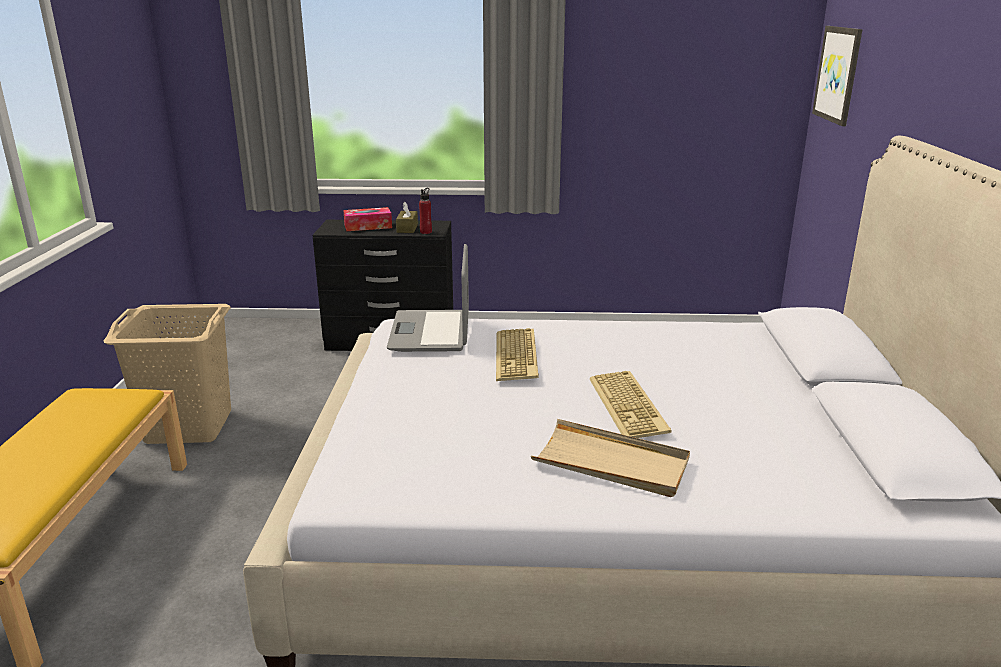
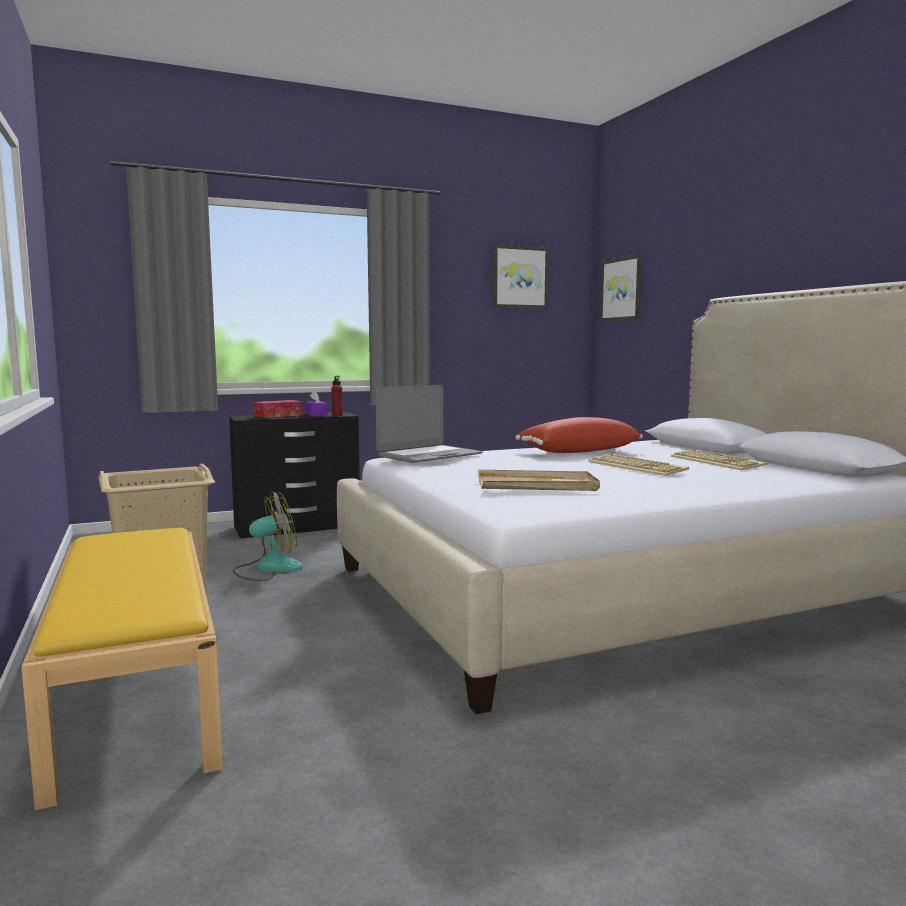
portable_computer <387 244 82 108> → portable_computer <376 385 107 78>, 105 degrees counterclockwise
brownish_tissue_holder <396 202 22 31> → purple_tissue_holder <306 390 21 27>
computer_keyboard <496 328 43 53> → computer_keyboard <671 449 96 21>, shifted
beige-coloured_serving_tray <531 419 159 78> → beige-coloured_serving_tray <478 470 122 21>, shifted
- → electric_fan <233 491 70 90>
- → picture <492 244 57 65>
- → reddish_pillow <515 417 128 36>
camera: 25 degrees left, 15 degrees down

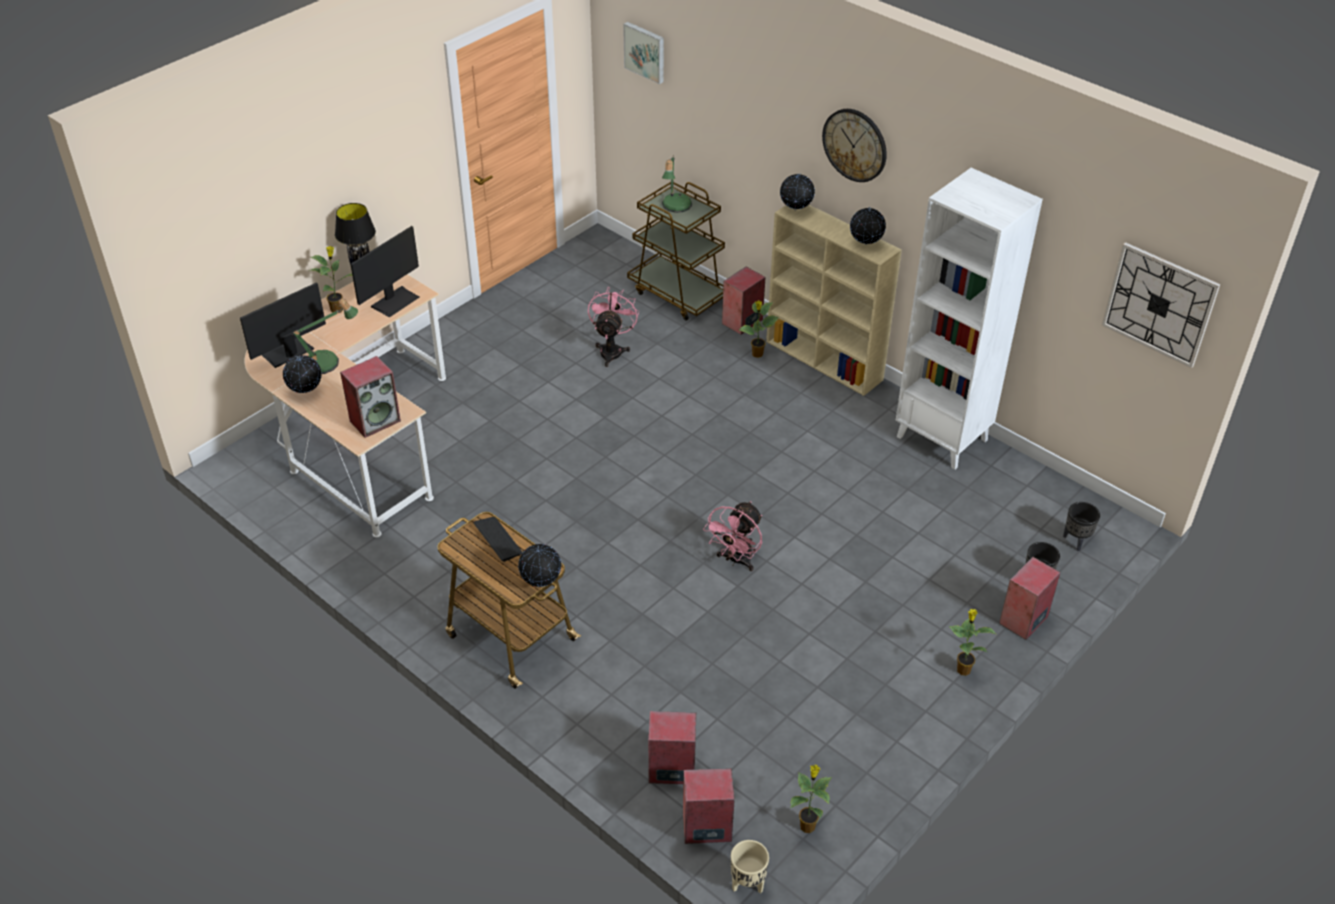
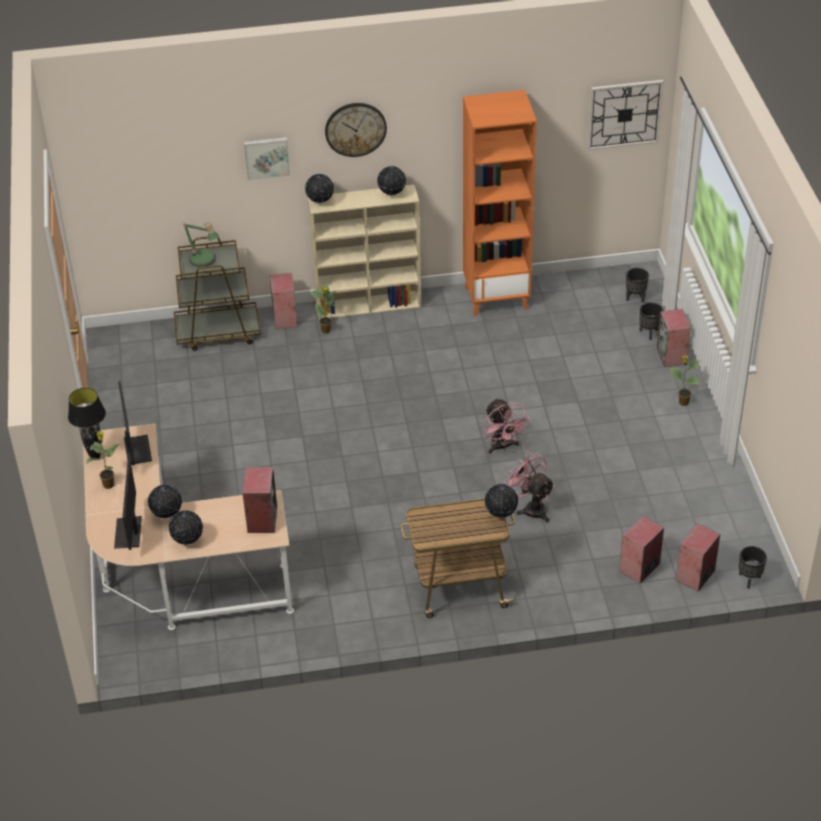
table_lamp <291 299 67 75> → globe <148 485 34 33>
computer_keyboard <474 517 49 45> → -
pinkish_electric_fan <588 288 51 79> → pinkish_electric_fan <504 451 51 71>, shifted
picture <623 22 41 62> → picture <244 137 46 43>, shifted
beige-coloured_plant_pot <731 840 38 53> → blackish_plant_pot <739 546 28 43>
plant_in_a_pot <790 765 42 68> → -
white-coloured_bookcase <895 168 148 301> → orange-coloured_bookcase <463 90 74 226>
camera: 50 degrees left, 0 degrees up

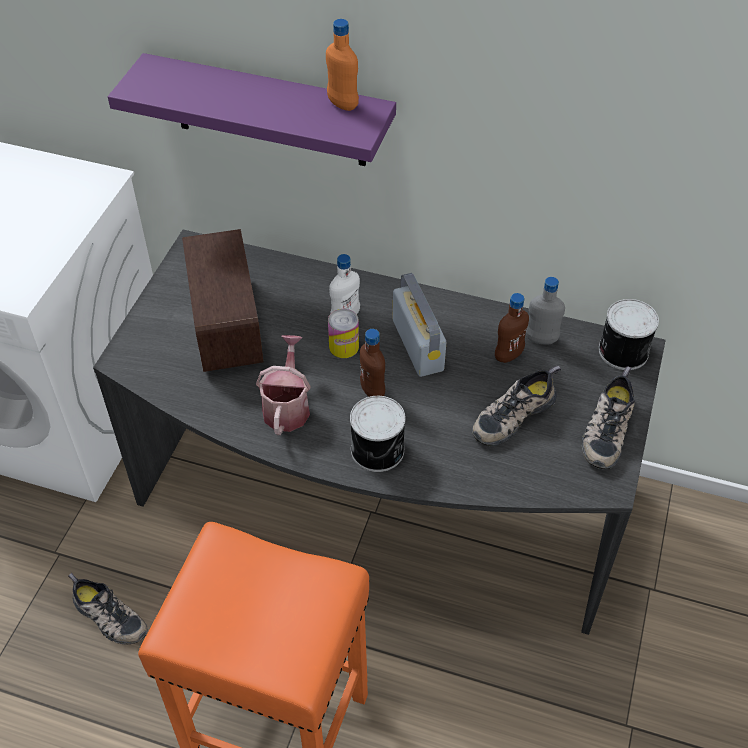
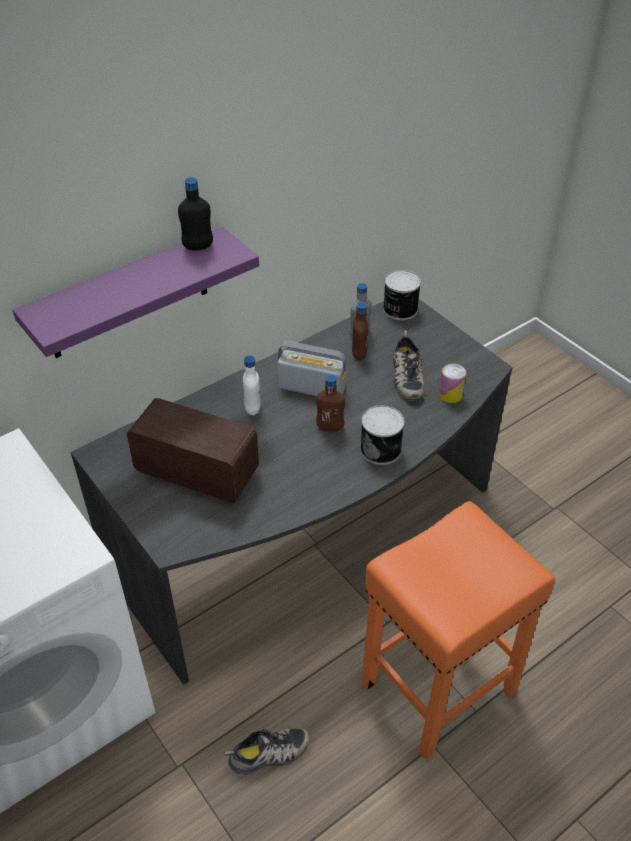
watering_pot <256 335 55 100> → -
orange-coloured_bottle <326 19 33 92> → blackish_bottle <178 177 35 73>
sealed_can <328 309 31 49> → sealed_can <439 364 27 39>, shifted
shoe <582 366 53 103> → -
camera: 55 degrees left, 5 degrees down

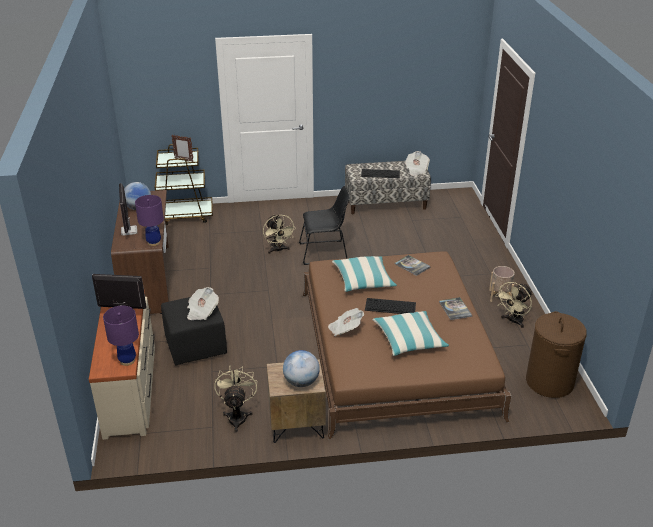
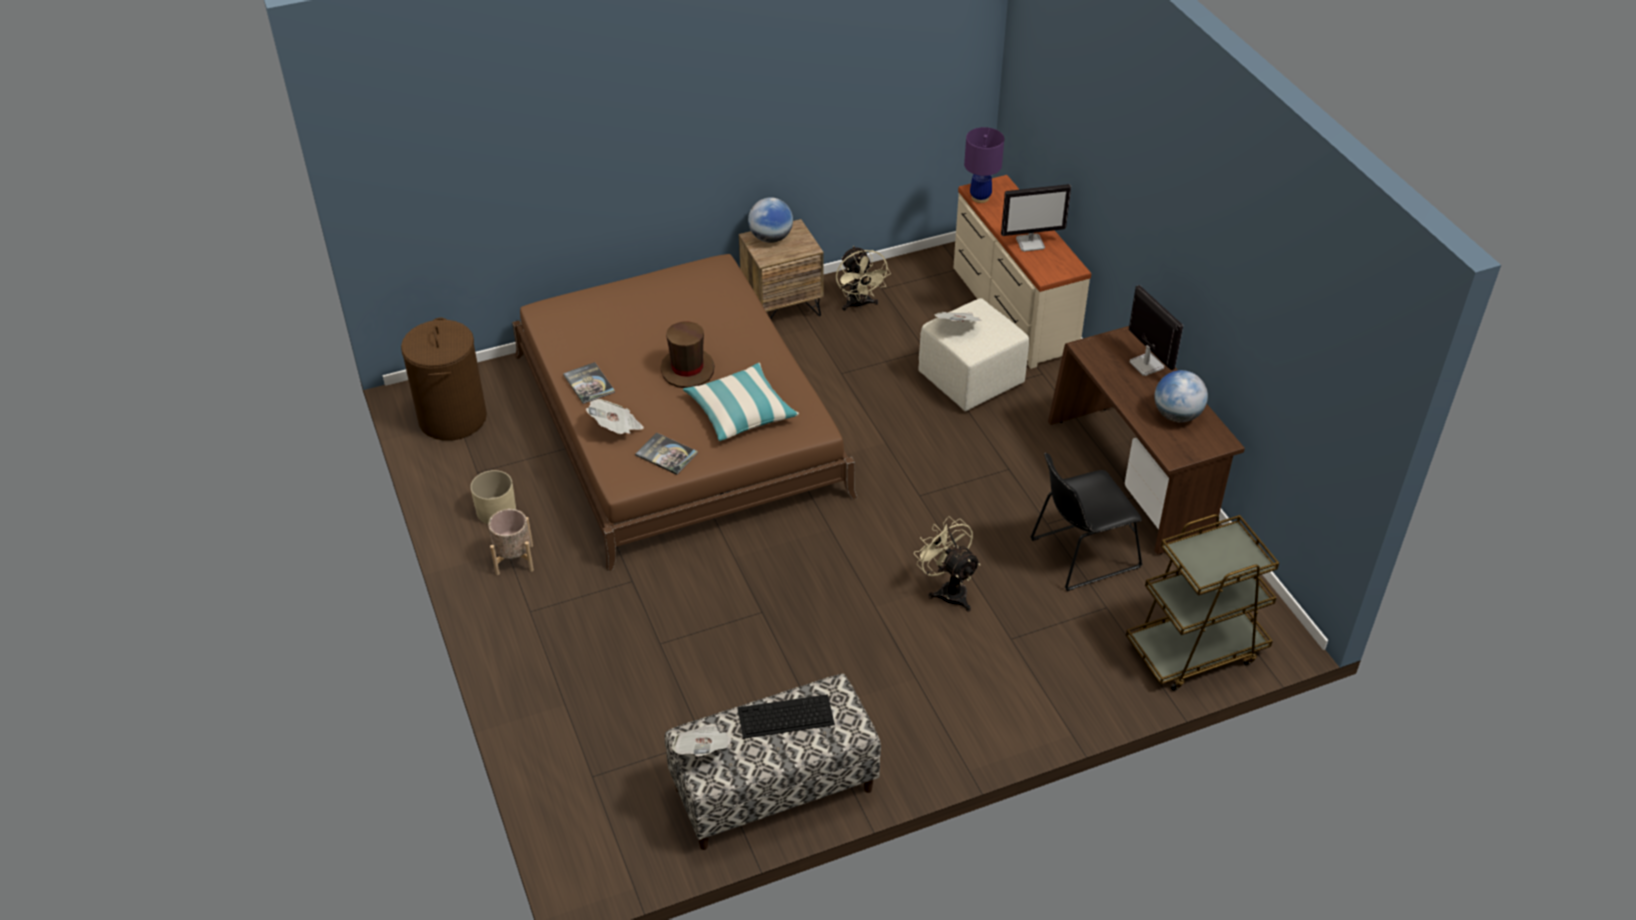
purple_table_lamp <135 195 29 51> → -
blackish_footrest <161 297 66 69> → beige-coloured_footrest <918 298 111 113>
picture_frame <172 135 21 27> → -
blackish_upright_chair <299 186 51 79> → blackish_upright_chair <1030 453 112 138>, shifted
newspaper <328 308 36 28> → newspaper <586 399 58 35>, shifted
computer_keyboard <365 298 51 16> → brownish_hat <660 321 55 67>
pillow <372 311 77 45> → -
beige-coloured_electric_fan <495 282 38 46> → beige-coloured_plant_pot <470 470 46 54>
camera: 165 degrees right, 10 degrees up

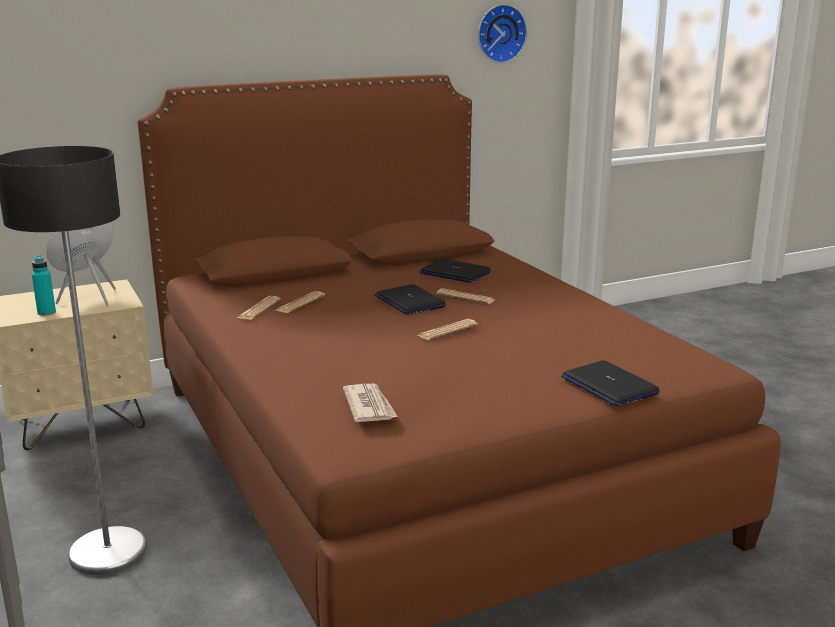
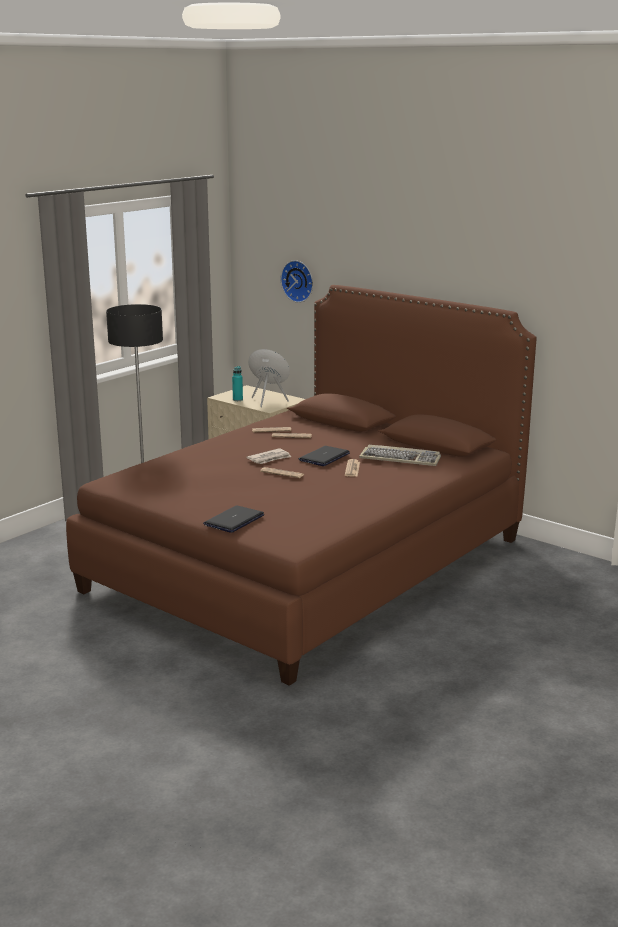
newspaper <343 384 55 38> → newspaper <246 448 45 16>, shifted
portable_computer <420 259 71 24> → computer_keyboard <359 445 82 21>
clock_on_the_wall <478 4 49 59> → clock_on_the_wall <281 260 32 43>, shifted
camera: 65 degrees right, 0 degrees up

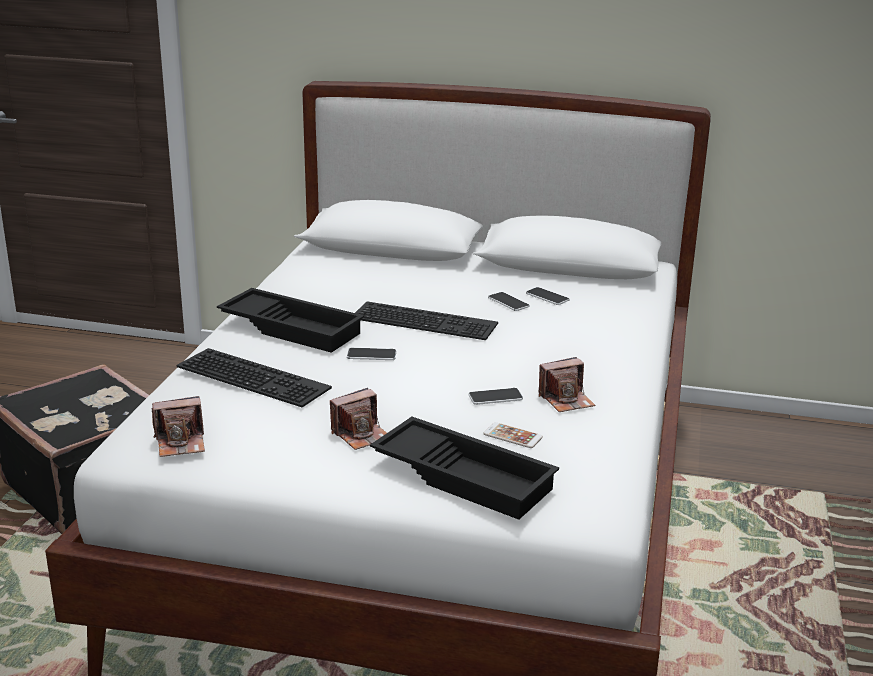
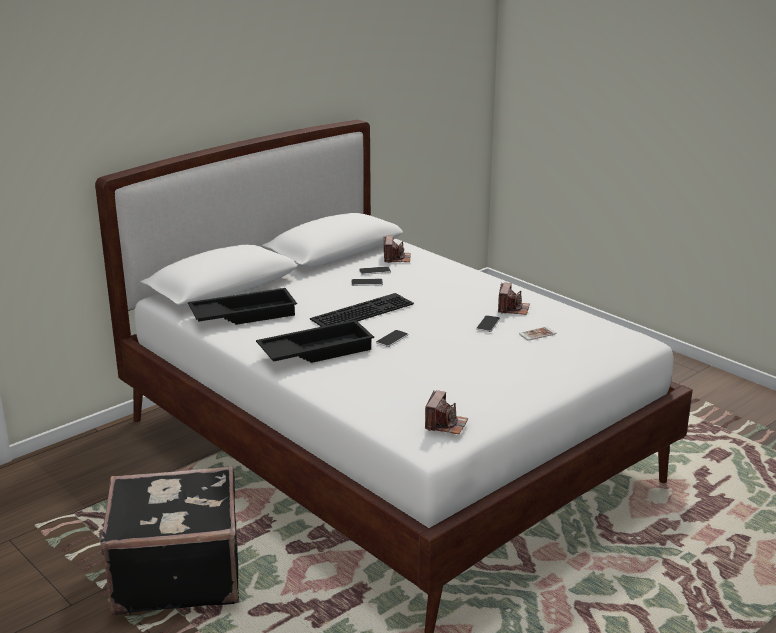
computer_keyboard <177 348 155 59> → -
photo_camera <330 388 57 62> → photo_camera <384 236 27 27>, shifted
blackish_serving_tray <370 417 189 103> → blackish_serving_tray <188 288 109 37>, shifted
camera: 55 degrees left, 0 degrees up

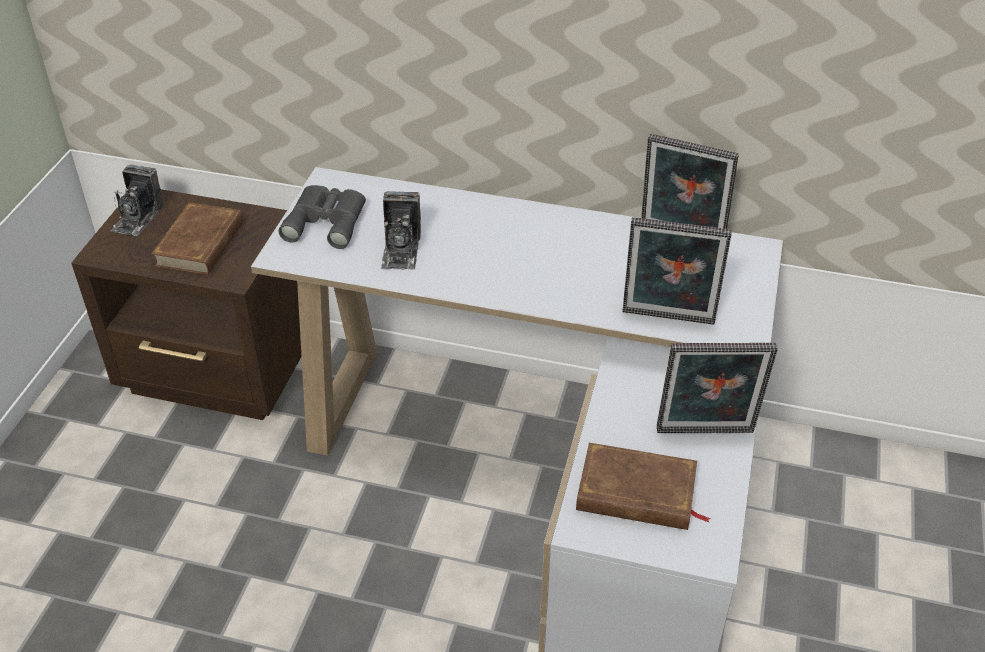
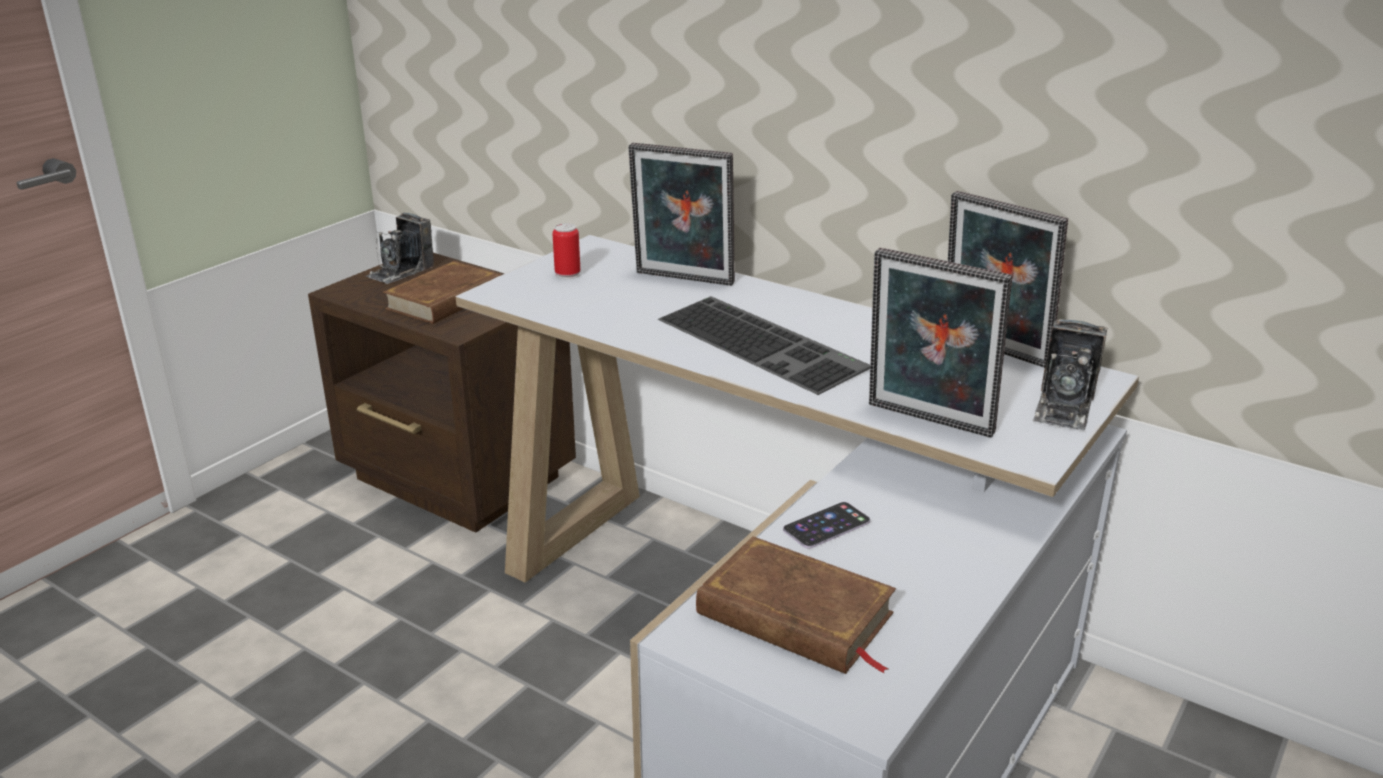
greyish_pair_of_binoculars <279 185 87 64> → sealed_can <552 223 29 56>
photo_camera <381 191 40 79> → photo_camera <1032 319 76 111>, shifted
picture_frame <657 343 120 90> → picture_frame <628 143 107 143>, shifted
- → computer_keyboard <658 296 212 99>
- → handset <783 502 87 47>
camera: 20 degrees right, 15 degrees down

